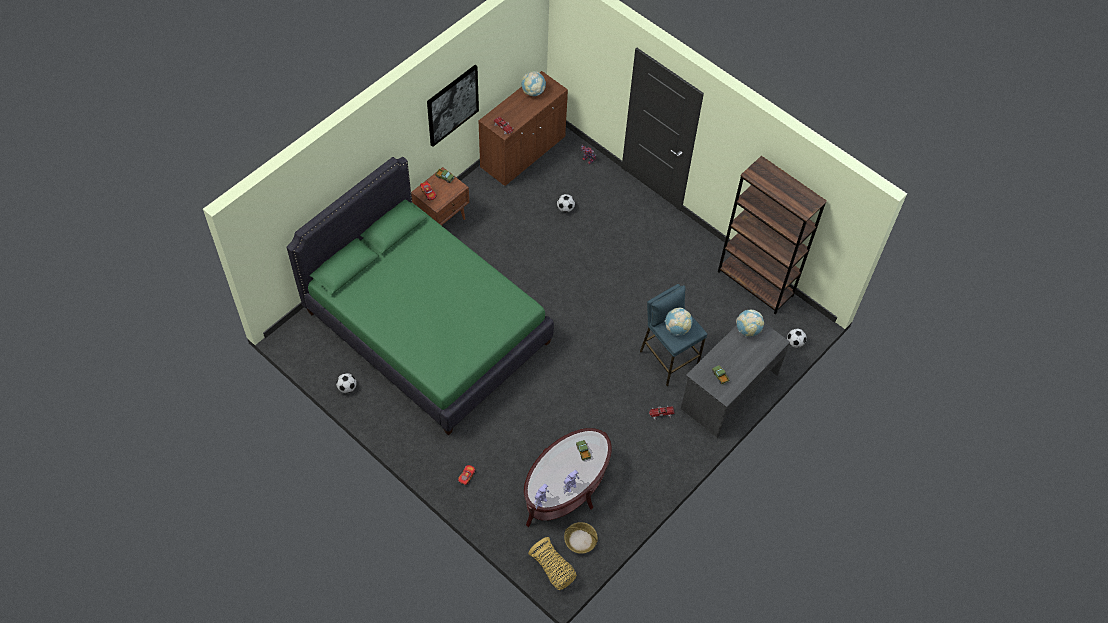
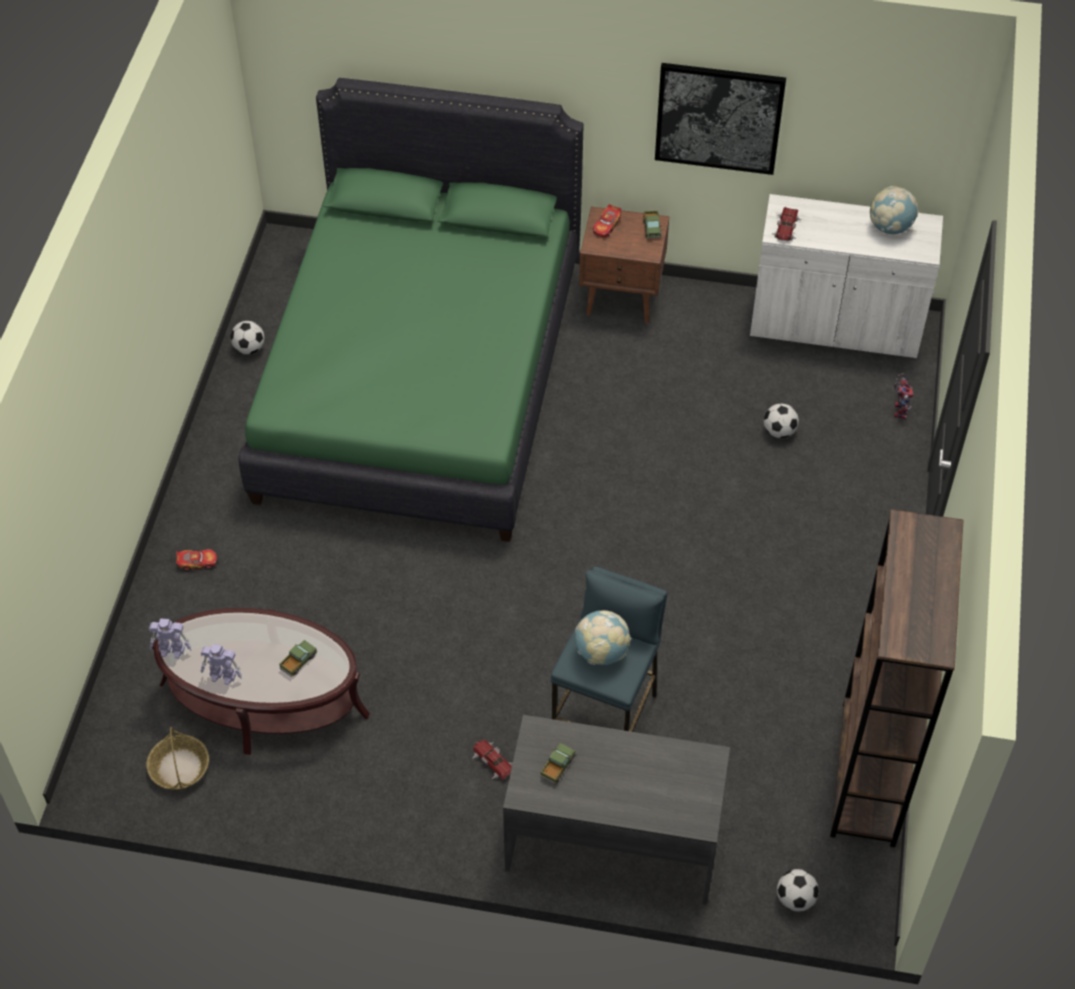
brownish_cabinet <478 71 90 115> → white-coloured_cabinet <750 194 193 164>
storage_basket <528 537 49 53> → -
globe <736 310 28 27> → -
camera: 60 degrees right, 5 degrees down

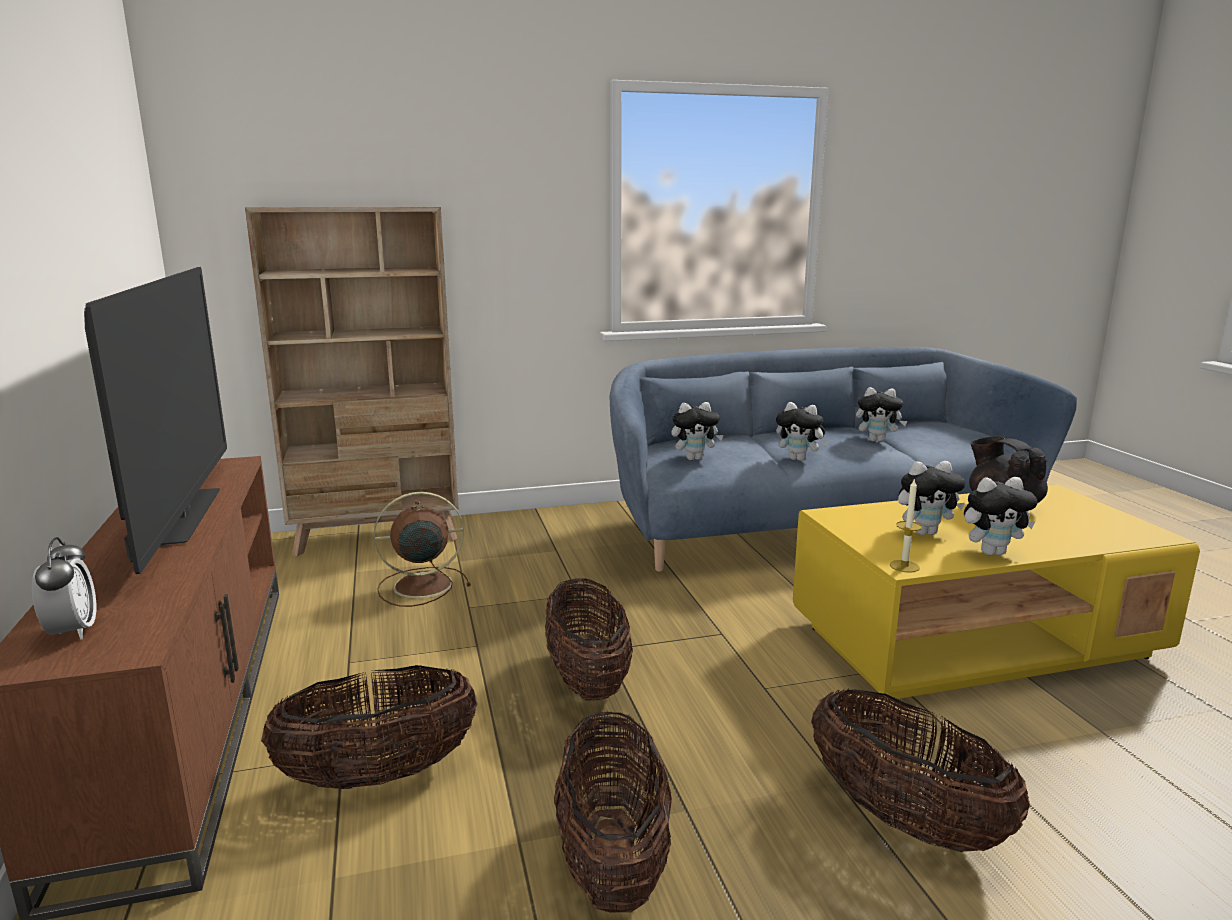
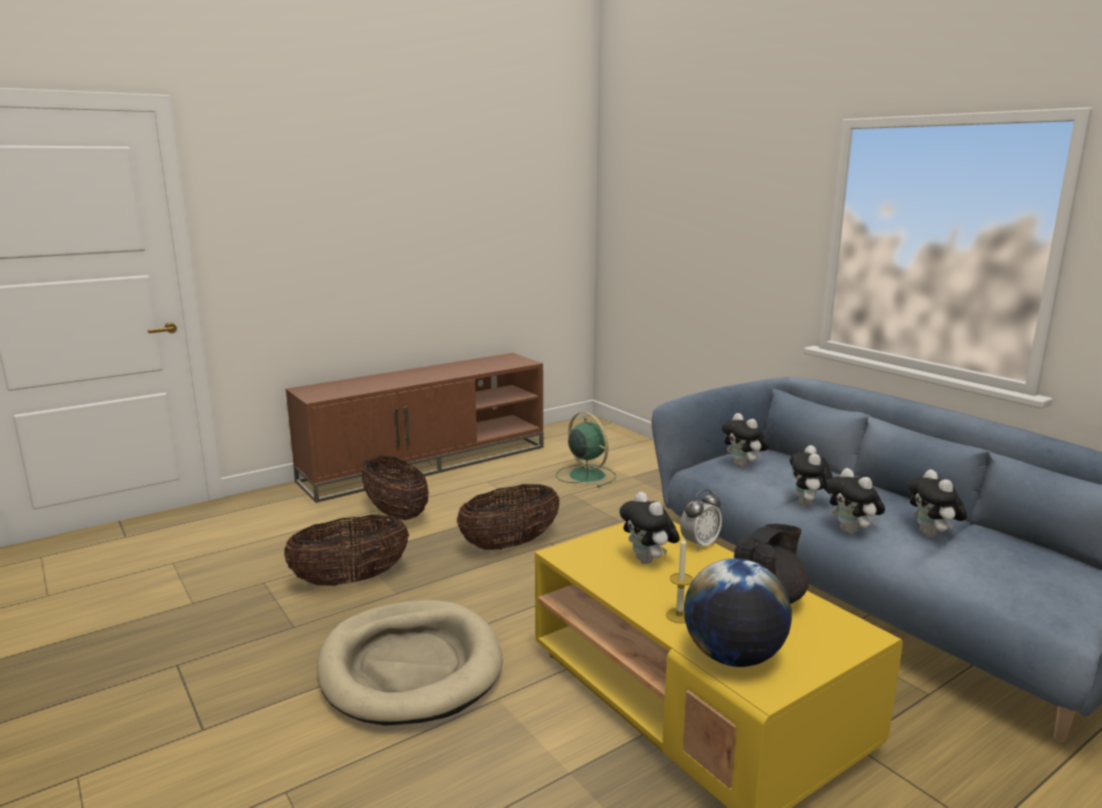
bedside_clock <32 537 64 103> → bedside_clock <680 489 42 61>, shifted
TV <84 267 143 307> → -
beige-coloured_bookcase <245 207 214 349> → -
brownish_electric_fan <374 492 97 115> → green_electric_fan <556 412 60 76>
storage_basket <811 688 219 164> → beige-coloured_pet_bed <317 600 186 126>
wax_light <890 478 32 95> → wax_light <666 537 27 87>, shifted
cuddly_toy <964 477 74 78> → cuddly_toy <827 468 58 66>, shifted
- → globe <684 558 108 109>
camera: 70 degrees right, 0 degrees up

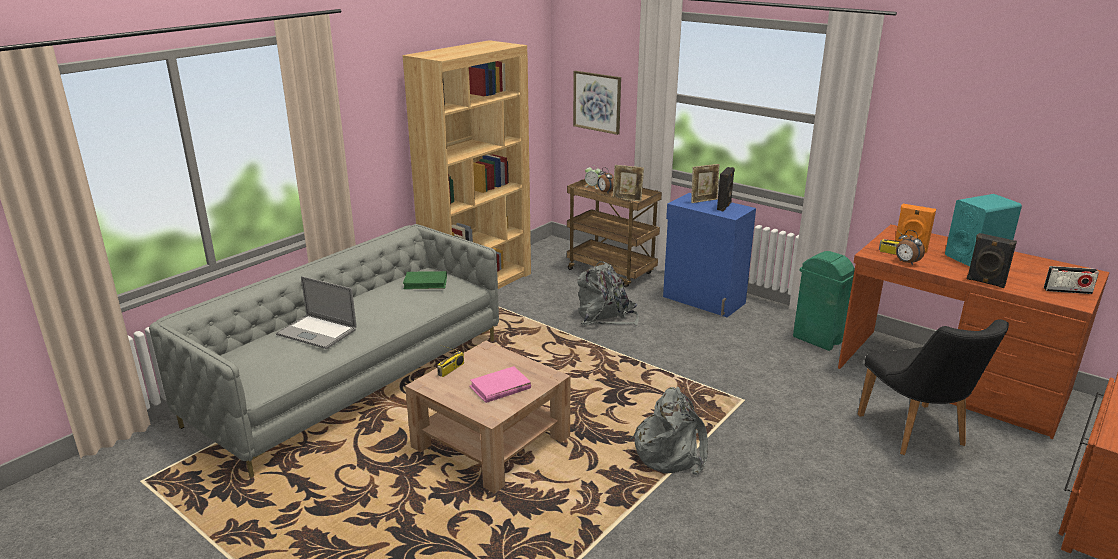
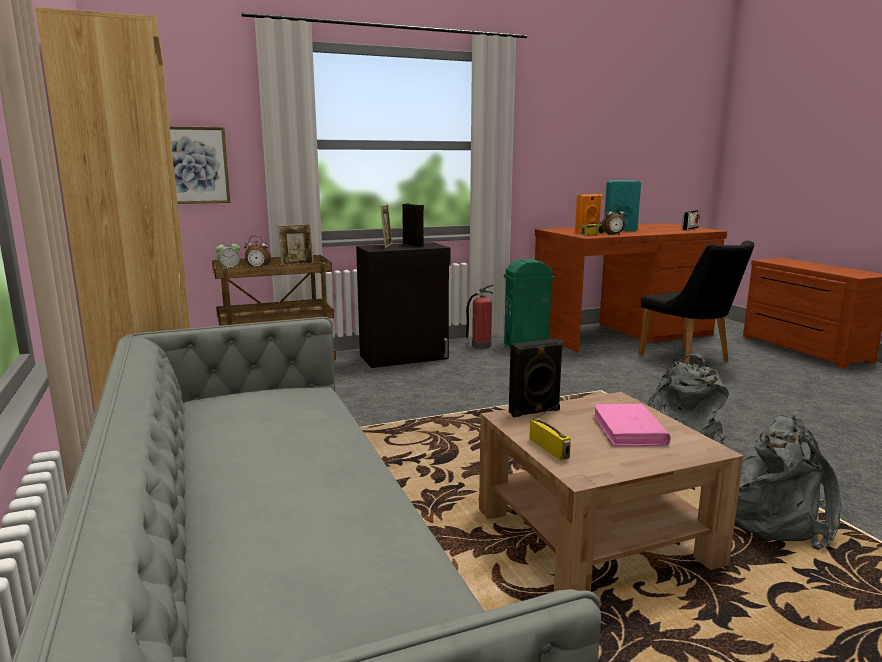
portable_computer <276 276 81 73> → -
green_bound_book <403 271 44 18> → -
greyish_backpack <578 261 60 64> → greyish_backpack <735 412 105 138>, shifted
blue-coloured_cabinet <663 193 93 124> → blackish_cabinet <356 242 95 126>
blackish_upright_chair <858 319 151 136> → blackish_upright_chair <638 241 116 122>, 45 degrees clockwise
blackish_audio_speaker <967 233 50 55> → blackish_audio_speaker <509 339 54 78>, shifted
- → fire_extinguisher <465 284 29 65>
camera: 60 degrees left, 10 degrees down

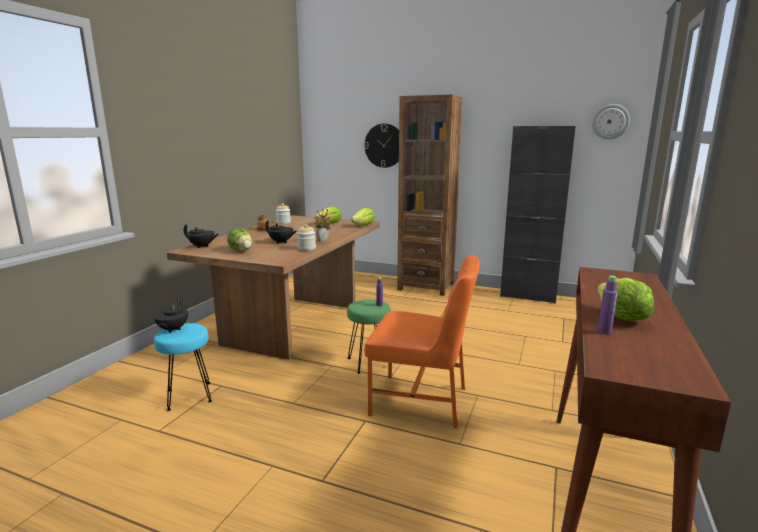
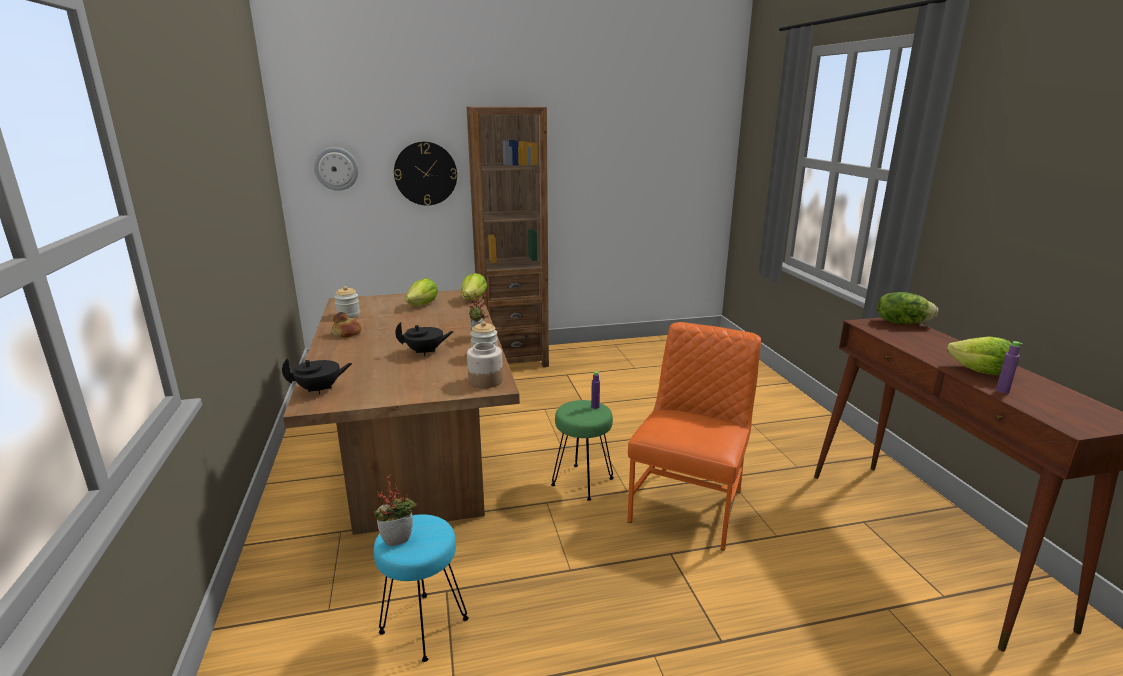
blackish_pot_for_tea <154 298 34 35> → plant_in_a_pot <374 474 43 72>
lettuce_head <227 228 25 23> → lettuce_head <877 292 61 32>, shifted
orange-coloured_upright_chair <364 255 116 173> → orange-coloured_upright_chair <627 322 134 229>, 45 degrees counterclockwise
blackish_cabinet <500 126 76 178> → -
clock_on_the_wall <592 104 38 36> → clock_on_the_wall <314 147 45 44>, shifted
- → storage_jar <467 342 36 46>
camera: 35 degrees left, 5 degrees up

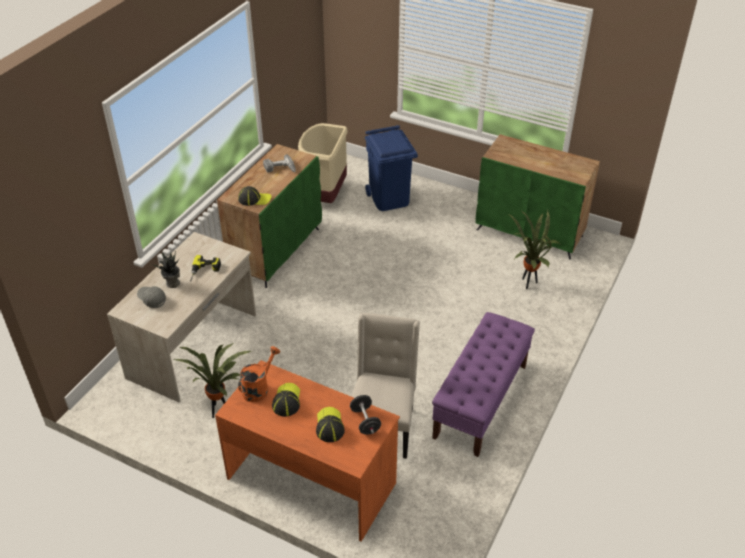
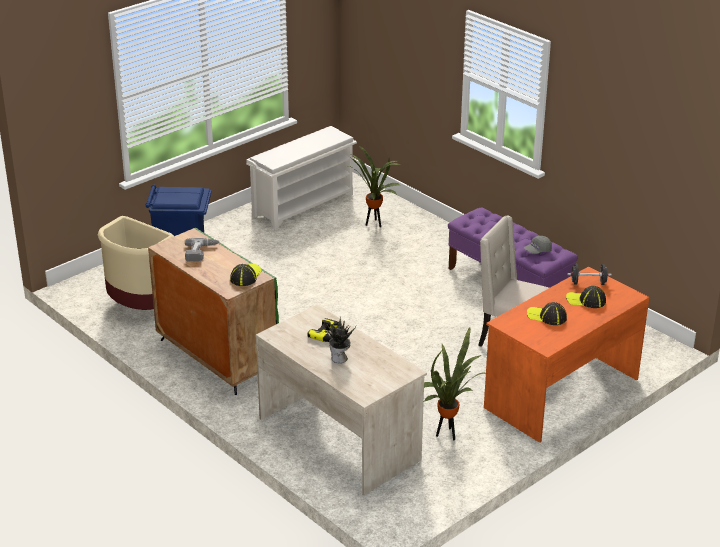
greyish_baseball_cap <137 286 29 22> → greyish_baseball_cap <524 236 28 18>, shifted
orange-coloured_watering_pot <238 346 42 56> → -
green_cabinet <475 134 125 125> → white-coloured_shoe_rack <246 126 111 103>
camera: 70 degrees left, 10 degrees down

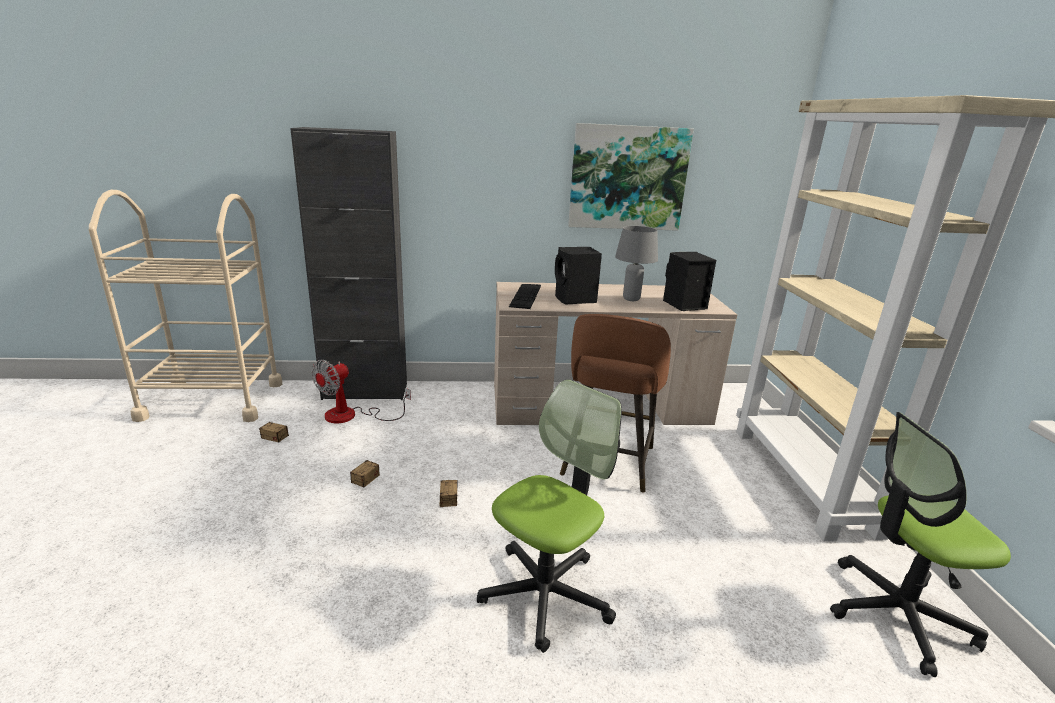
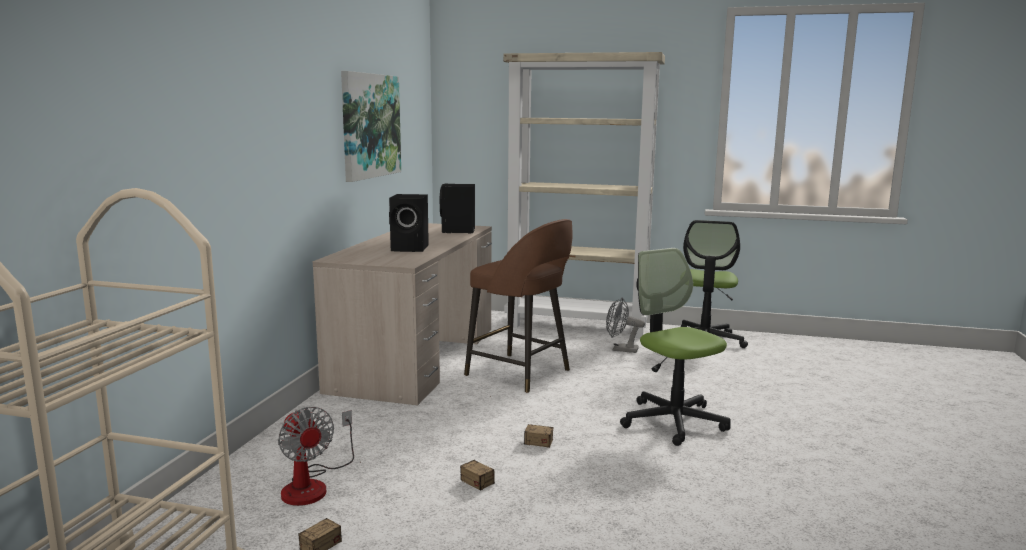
blackish_cabinet <290 127 117 273> → -
computer_keyboard <509 284 32 25> → -
greyish_table_lamp <615 226 43 75> → -
- → greyish_electric_fan <606 297 39 56>
camera: 70 degrees left, 10 degrees down

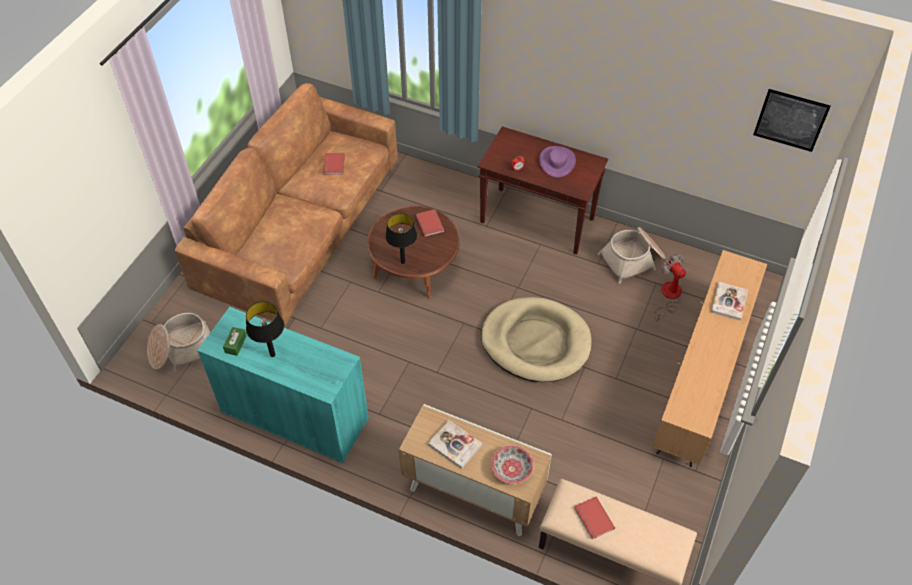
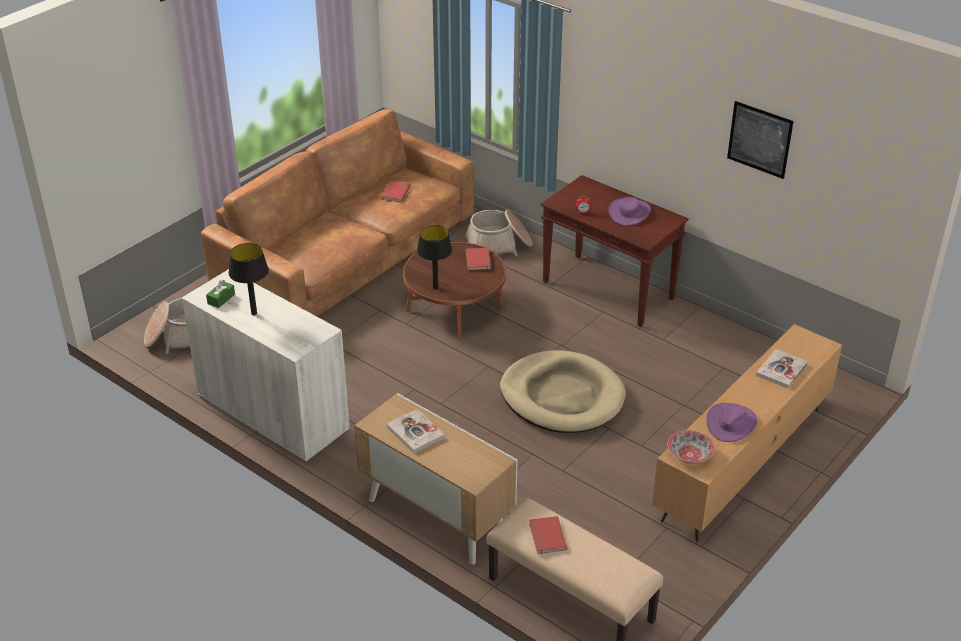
turquoise_cabinet <197 307 172 156> → white-coloured_cabinet <182 269 168 194>
deep_dish <491 445 43 39> → deep_dish <667 430 48 33>, shifted
storage_basket <598 227 68 57> → storage_basket <465 210 67 46>, shifted
electric_fan <654 254 32 68> → -
picture <753 89 78 63> → picture <727 101 67 78>, shifted
- → purple_hat <706 403 51 39>
camera: 15 degrees right, 15 degrees down

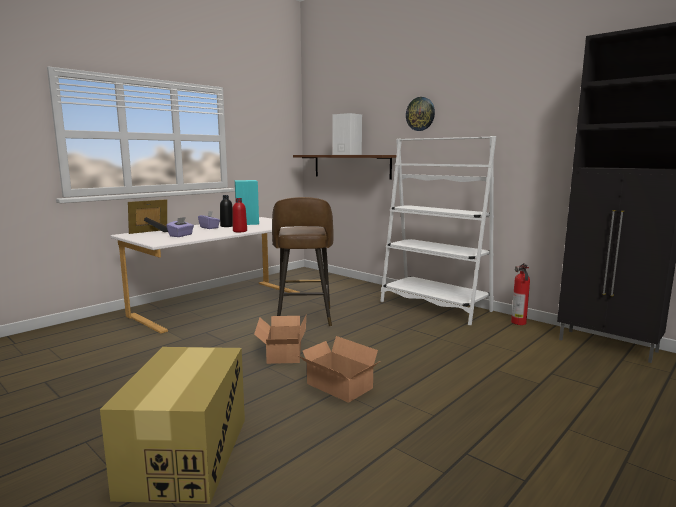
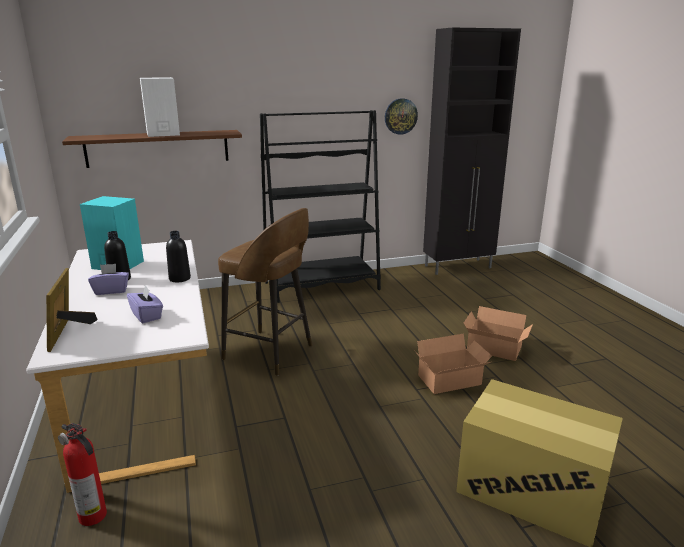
reddish_bottle <232 198 15 34> → blackish_bottle <166 231 25 51>
carton <254 315 52 49> → carton <464 306 69 55>, shifted
white-coloured_bookcase <380 136 116 189> → blackish_bookcase <260 110 121 193>
clock_on_the_wall <406 97 29 34> → clock_on_the_wall <385 98 33 37>, shifted
fire_extinguisher <511 263 19 62> → fire_extinguisher <58 423 49 103>, shifted
camera: 60 degrees left, 10 degrees up

